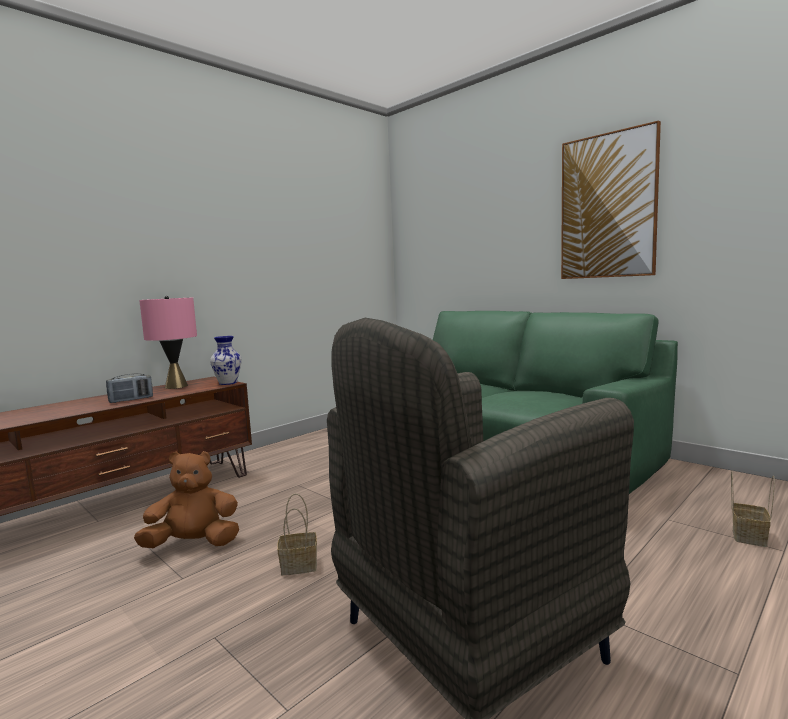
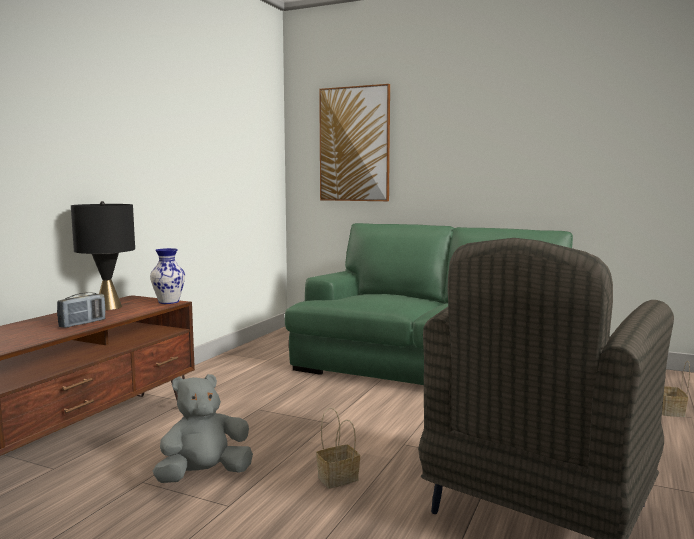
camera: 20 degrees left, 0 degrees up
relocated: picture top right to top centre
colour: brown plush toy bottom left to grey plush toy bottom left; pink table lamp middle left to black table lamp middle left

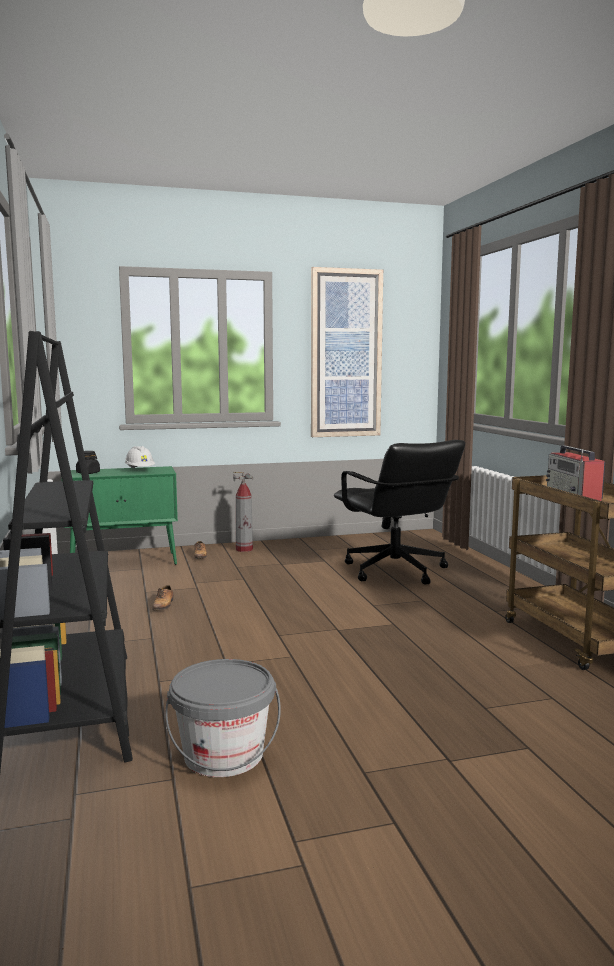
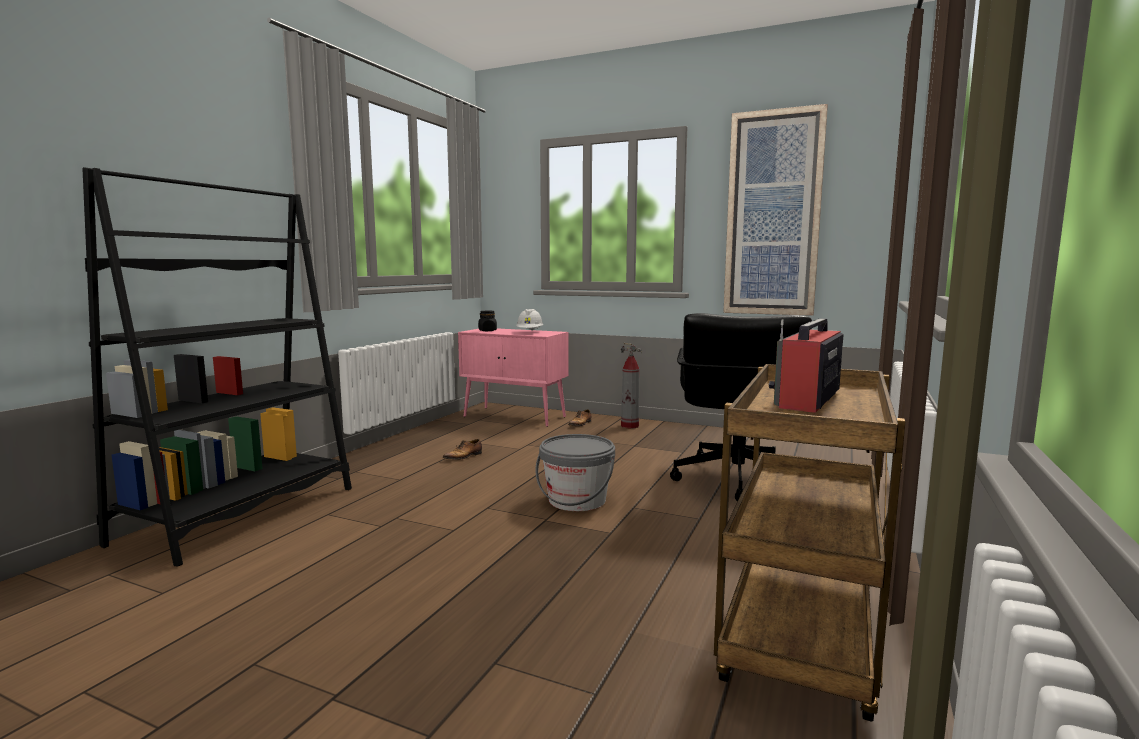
camera: 40 degrees right, 0 degrees up
relocated: grey bucket bottom centre to centre
colour: green cabinet middle left to pink cabinet centre

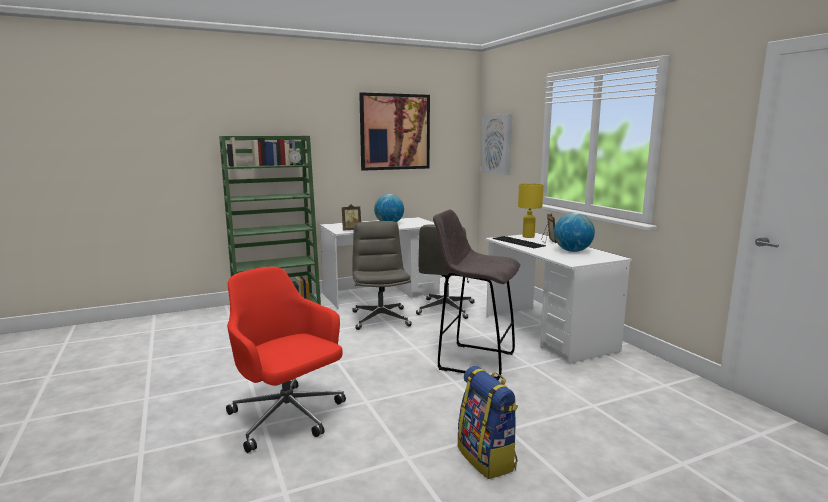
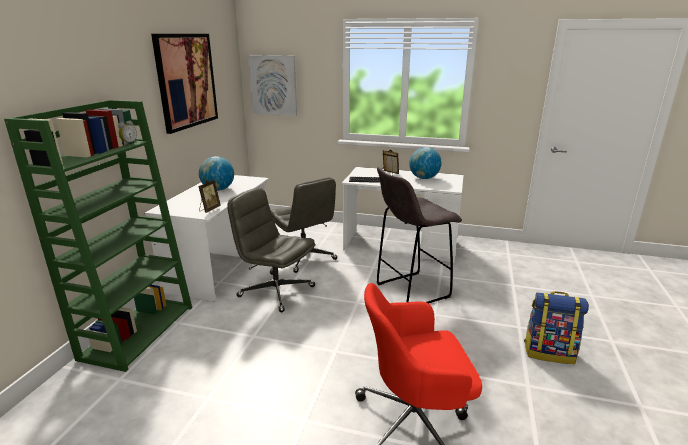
camera: 50 degrees left, 10 degrees up
missing: yellow table lamp centre

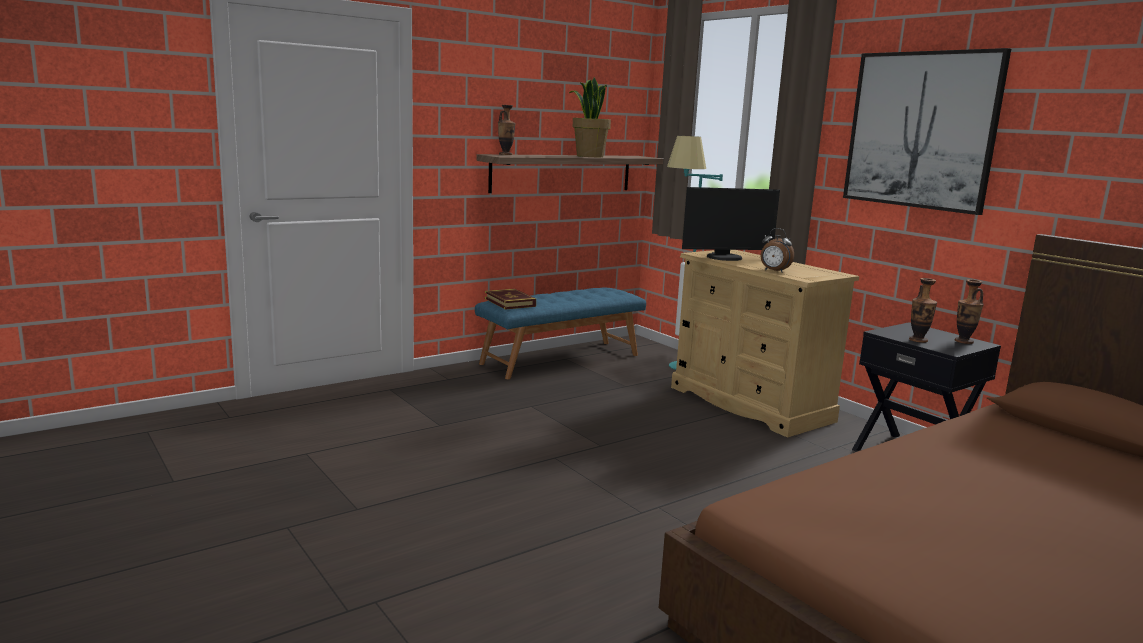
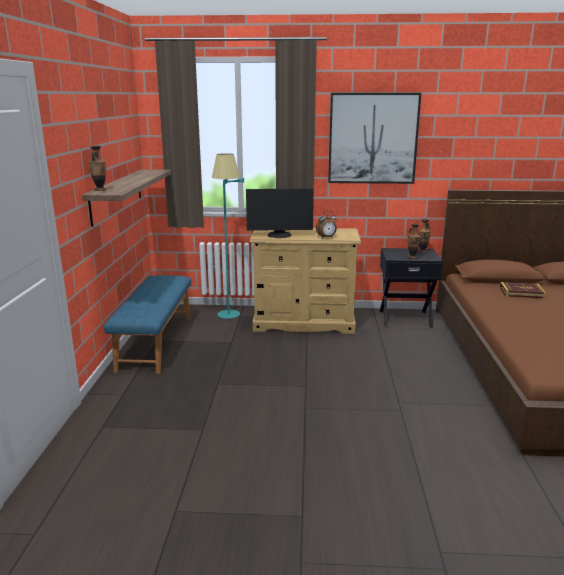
camera: 50 degrees left, 5 degrees up
missing: potted plant top centre
relocated: book centre to middle right
spun: monitor centre = centre 60 degrees clockwise

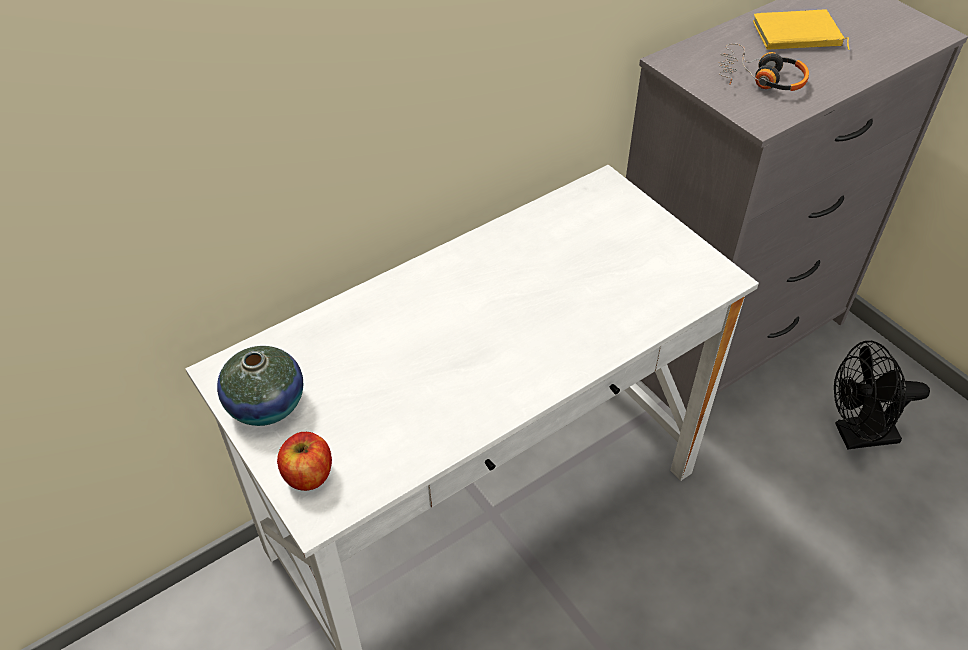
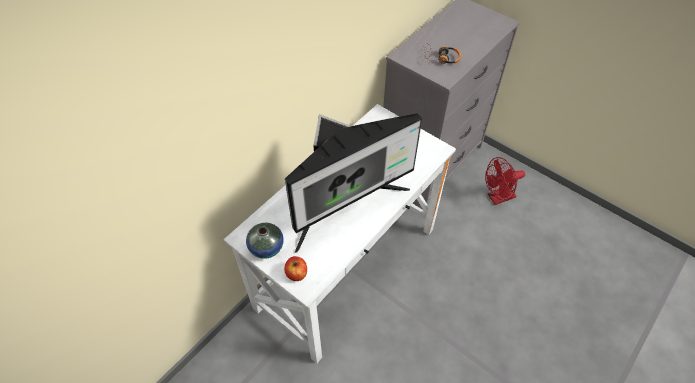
camera: 15 degrees left, 5 degrees up
missing: yellow book top right
appeared: monitor centre
colour: black fan middle right to red fan middle right

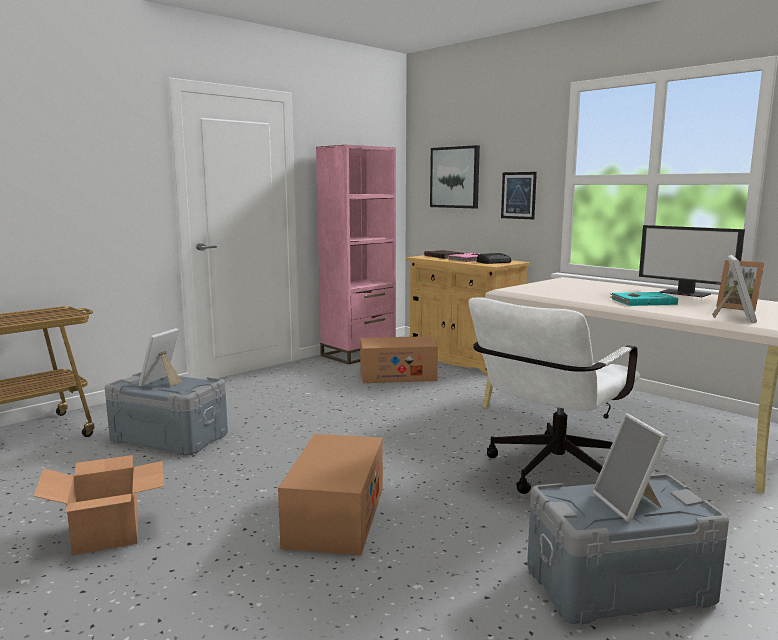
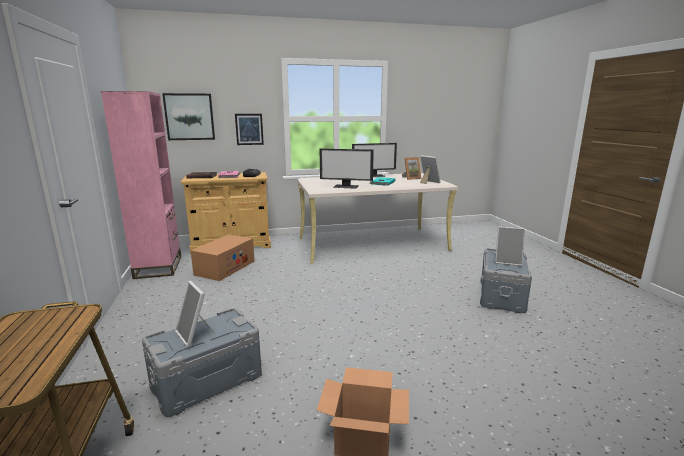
camera: 60 degrees left, 5 degrees up
missing: cardboard box (no. 2 from left) bottom centre; white office chair middle right
appeared: monitor (no. 1 from left) centre

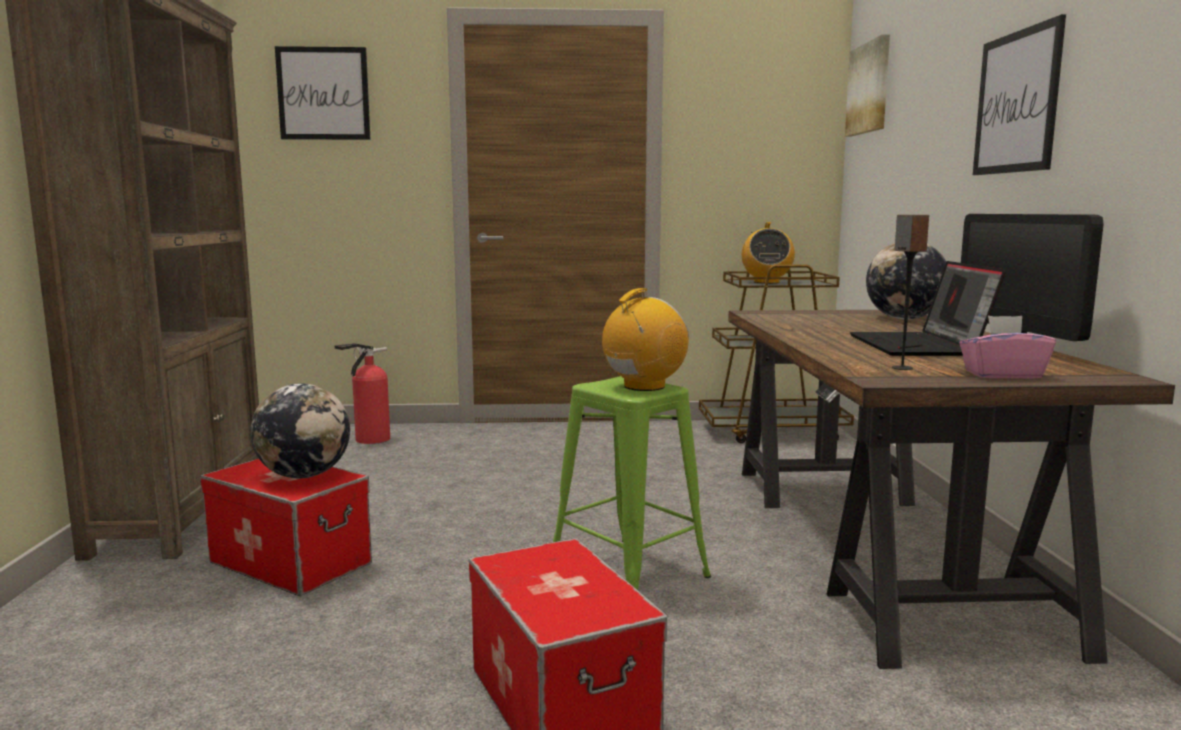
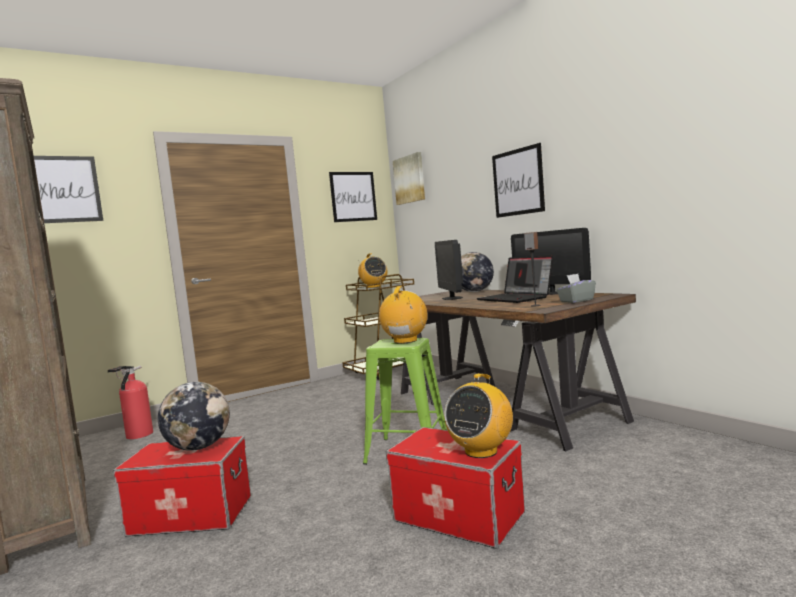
camera: 30 degrees left, 5 degrees down
appeared: picture (no. 2 from left) top centre; monitor (no. 1 from left) centre; radio (no. 3 from left) bottom centre
colour: pink tissue box middle right to grey tissue box middle right

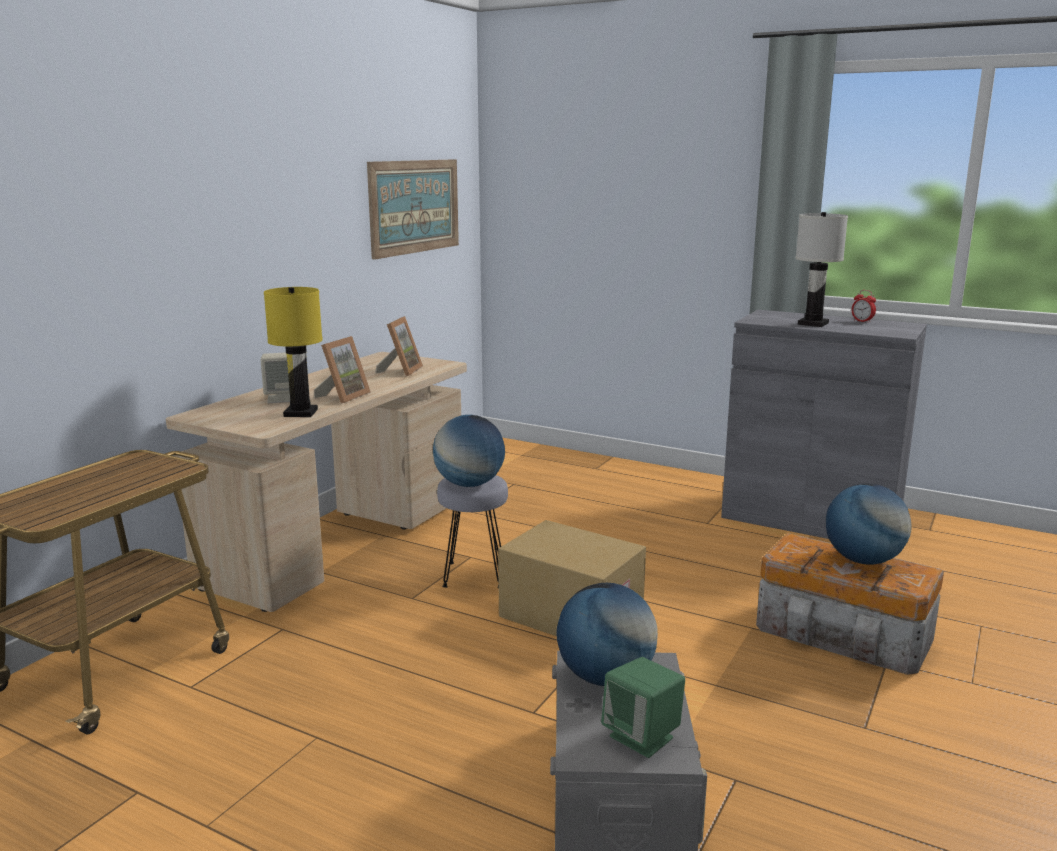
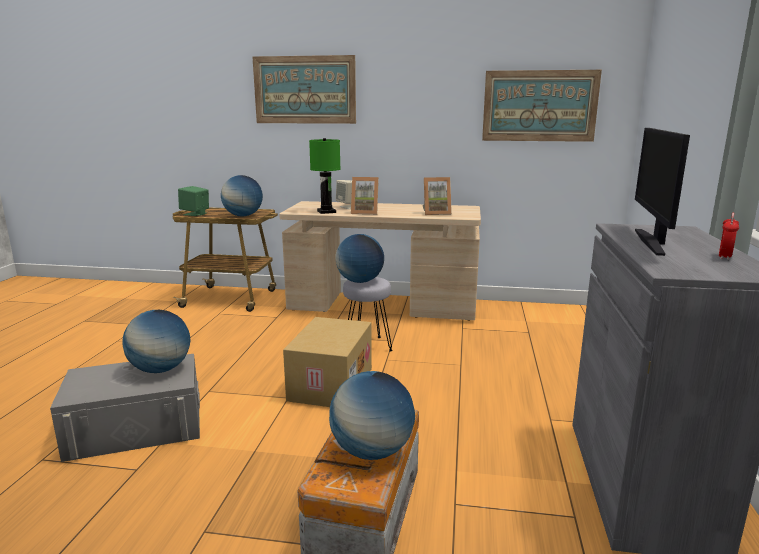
camera: 70 degrees right, 0 degrees up
appeared: globe (no. 2 from left) middle left; picture (no. 1 from left) top centre
relocated: green speaker bottom centre to middle left
exchanged: white table lamp top right to monitor middle right
colour: yellow table lamp middle left to green table lamp top centre

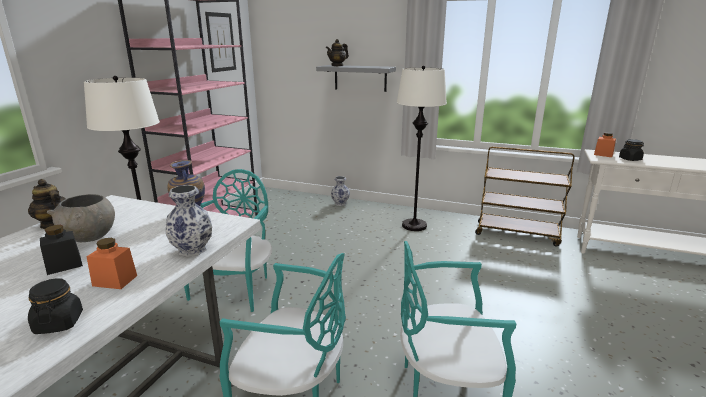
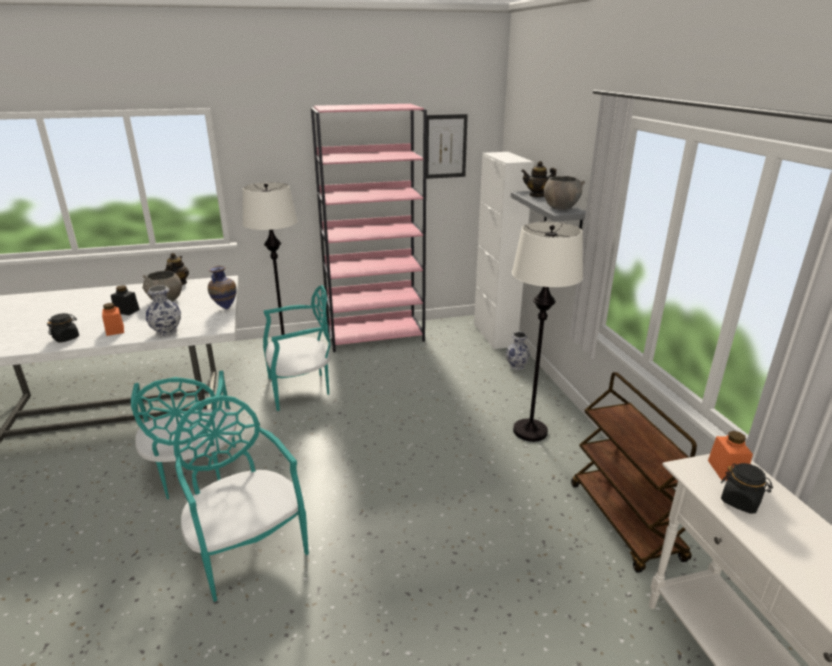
camera: 55 degrees right, 5 degrees up
appeared: white cabinet centre; grey bowl (no. 2 from left) top right

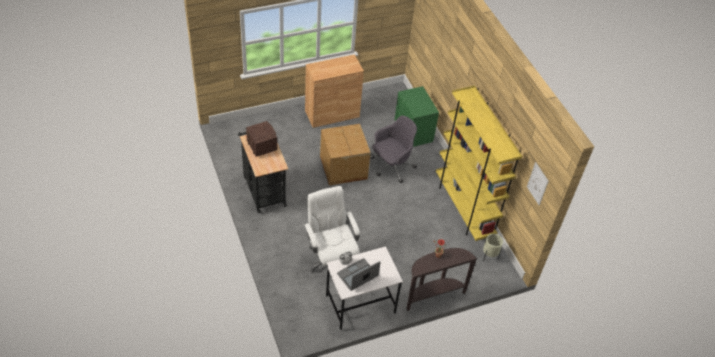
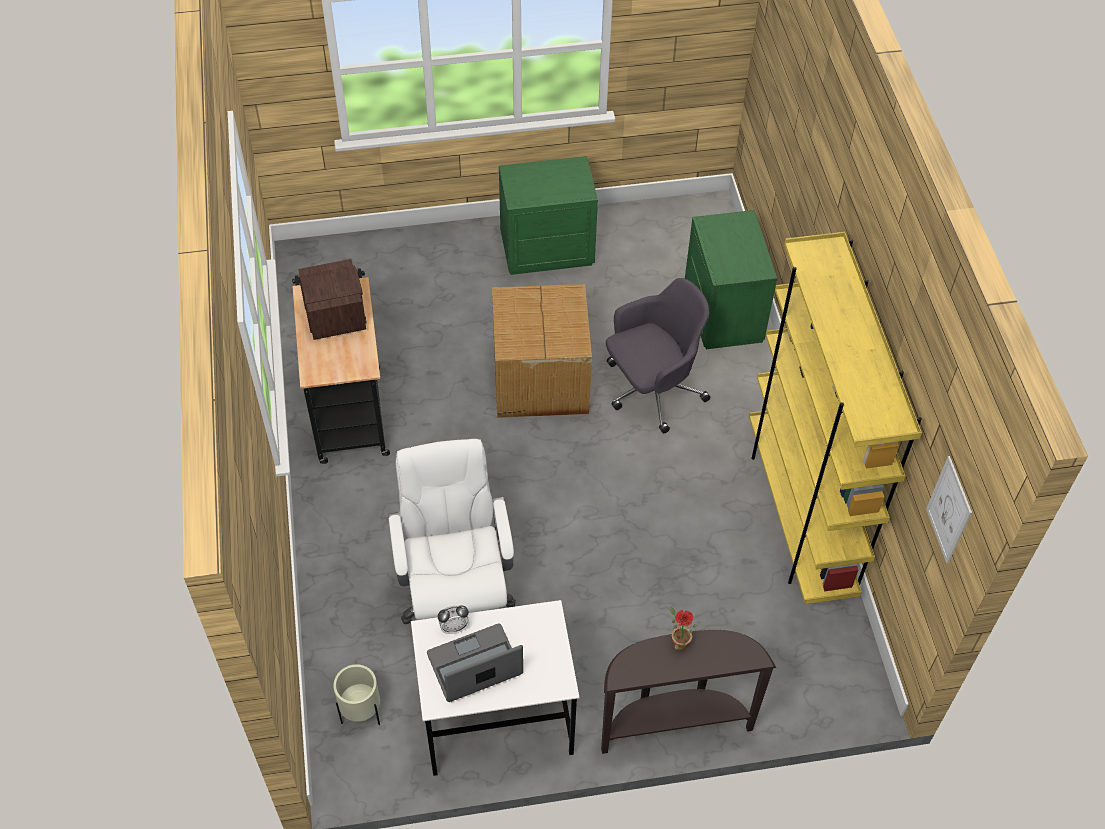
camera: 15 degrees right, 5 degrees up
relocated: beige planter bottom right to bottom left
exchanged: brown cabinet top centre to green nightstand (no. 1 from left) top centre

